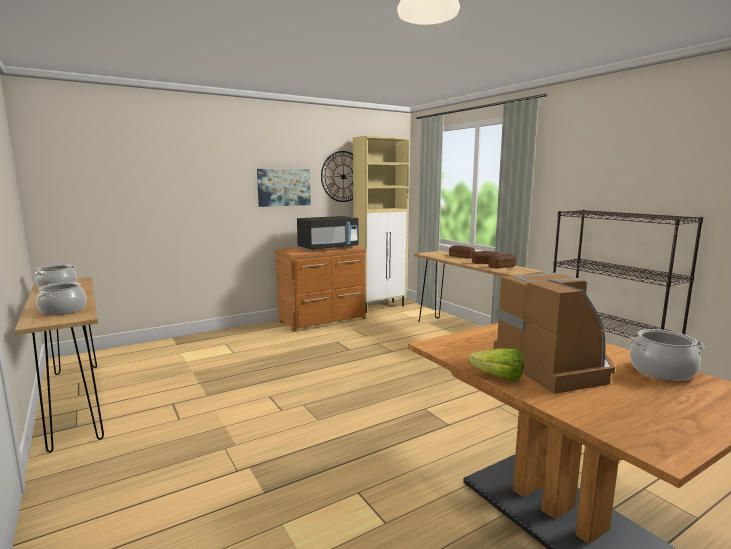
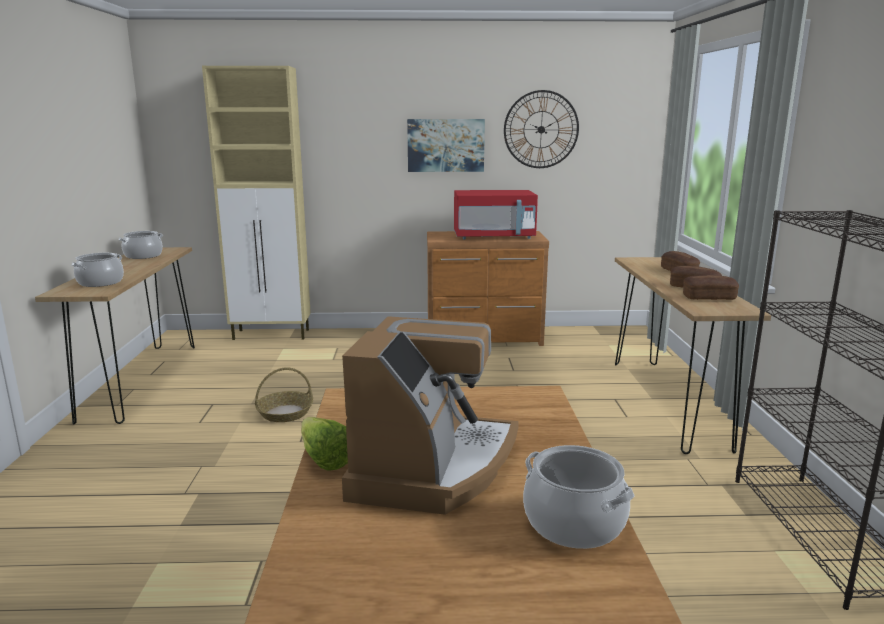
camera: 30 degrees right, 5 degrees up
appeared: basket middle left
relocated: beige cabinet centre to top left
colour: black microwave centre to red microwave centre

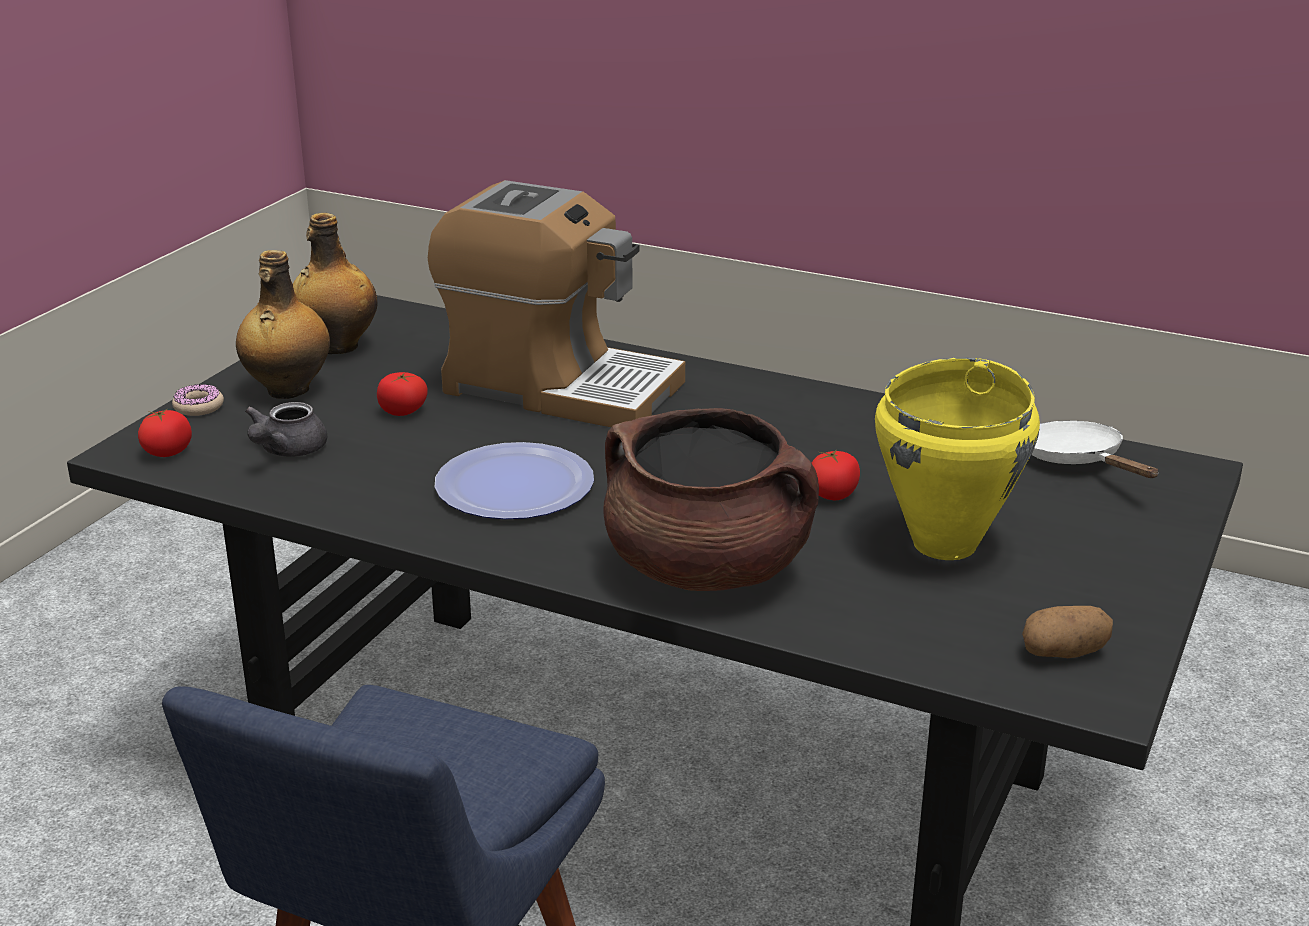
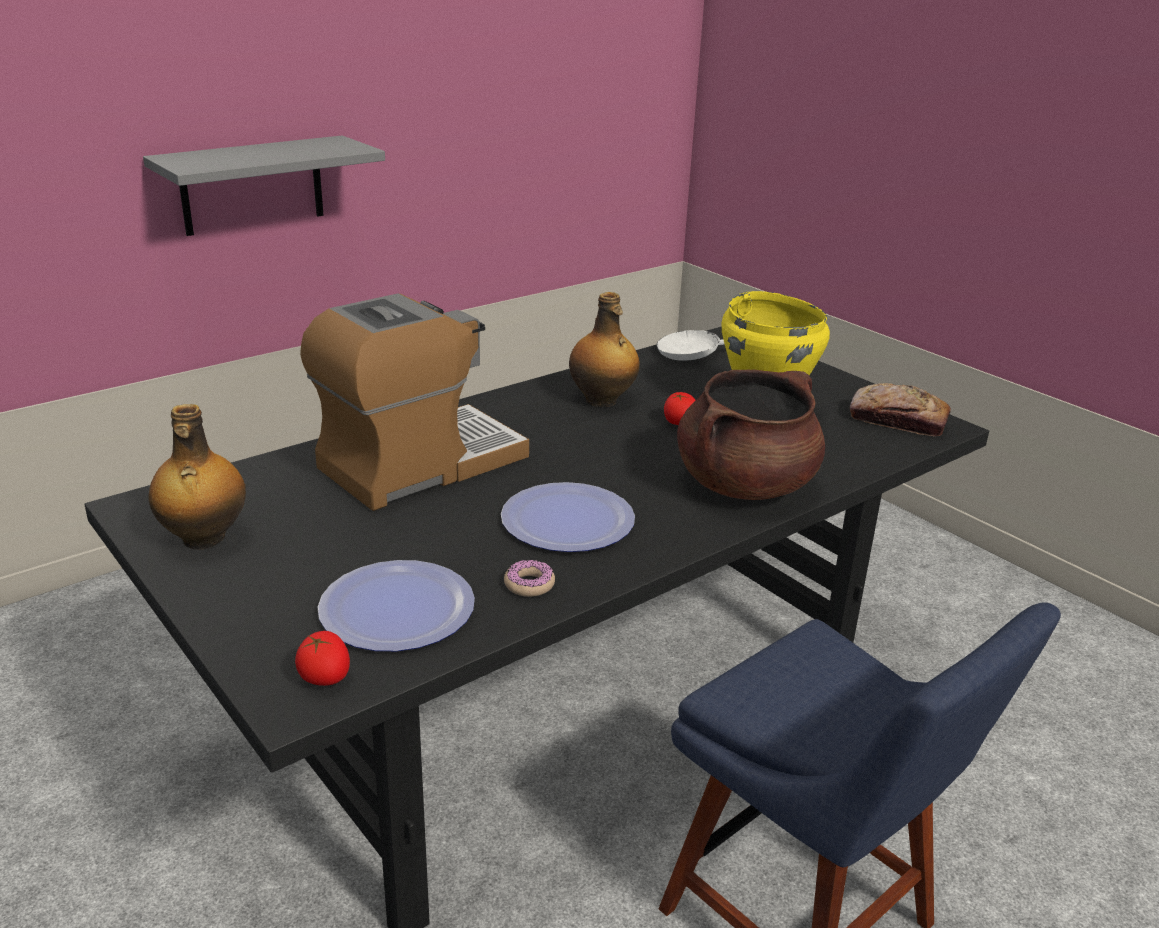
camera: 65 degrees left, 0 degrees up
missing: tomato (no. 2 from left) middle left
appeared: grey shelf top left
relocated: donut middle left to centre; bottle (no. 1 from left in the first image) middle left to bottle (no. 2 from left) centre
exchanged: grey teapot middle left to plate (no. 1 from left) centre; potato bottom right to bread middle right

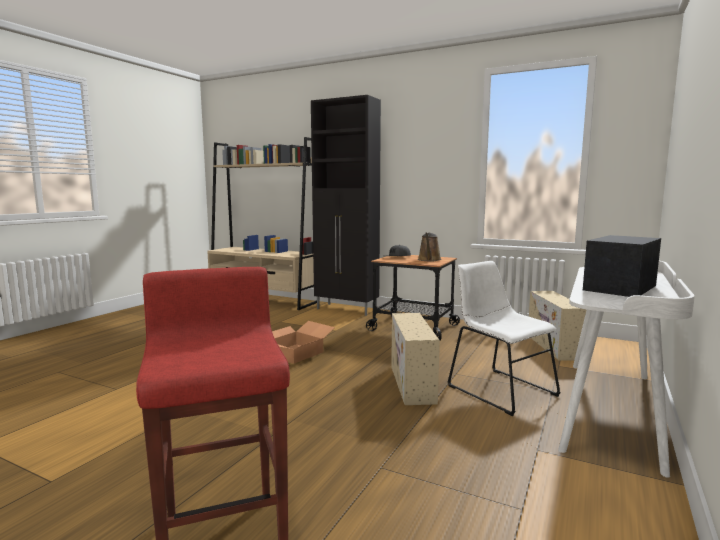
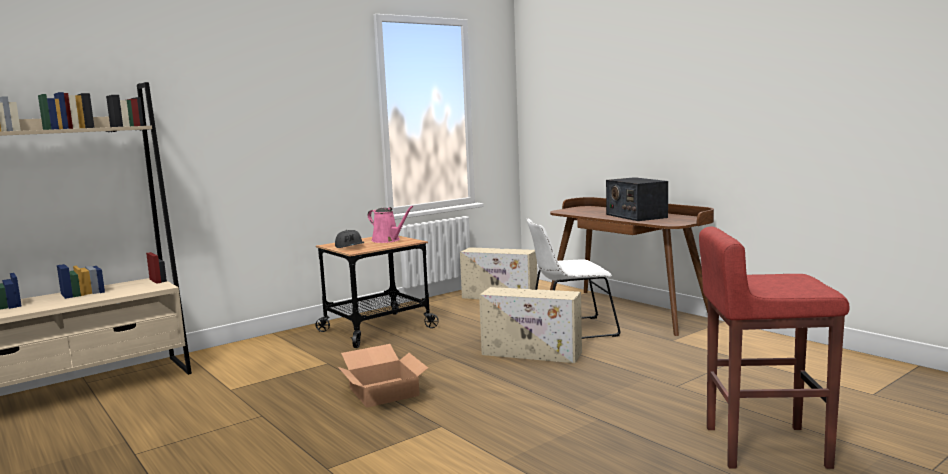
camera: 65 degrees left, 0 degrees up
missing: black cabinet centre
colour: brown watering can centre to pink watering can centre; white desk bottom right to brown desk middle right

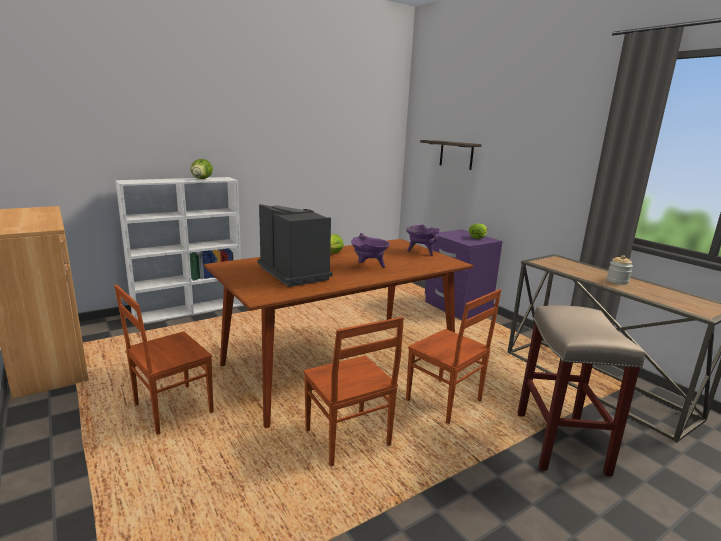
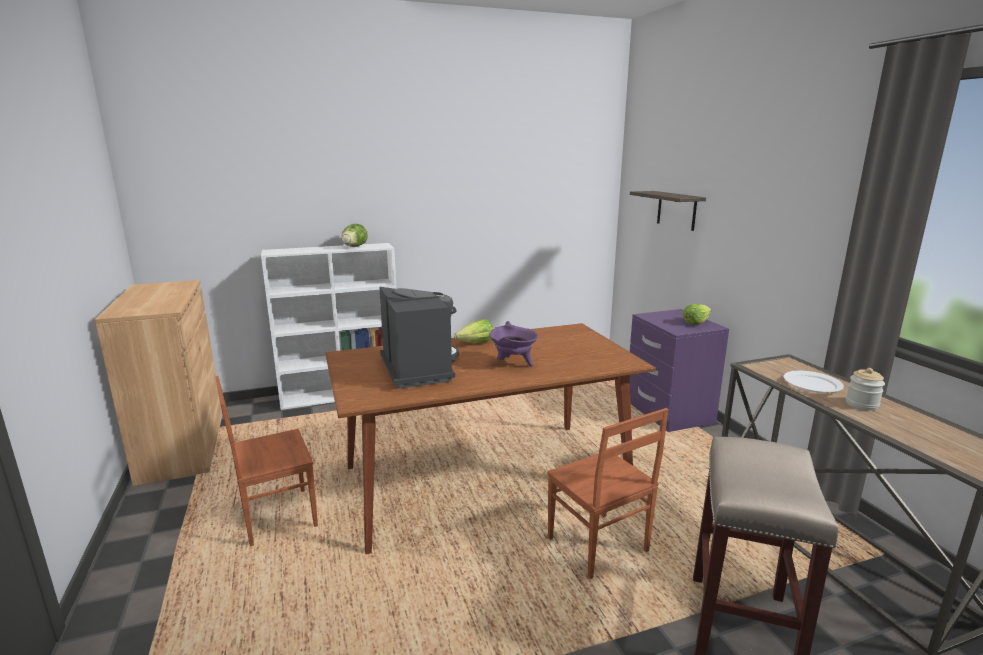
camera: 15 degrees right, 0 degrees up
missing: brown chair (no. 2 from left) bottom centre; purple cooking pot (no. 2 from left) centre
appeared: white plate middle right

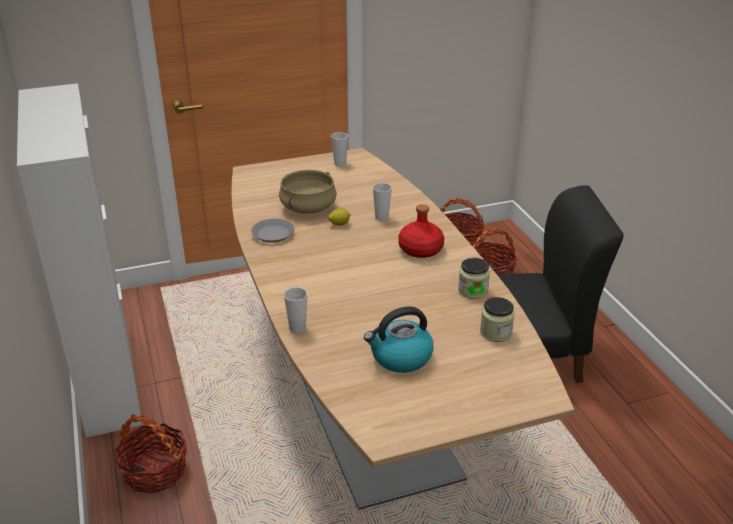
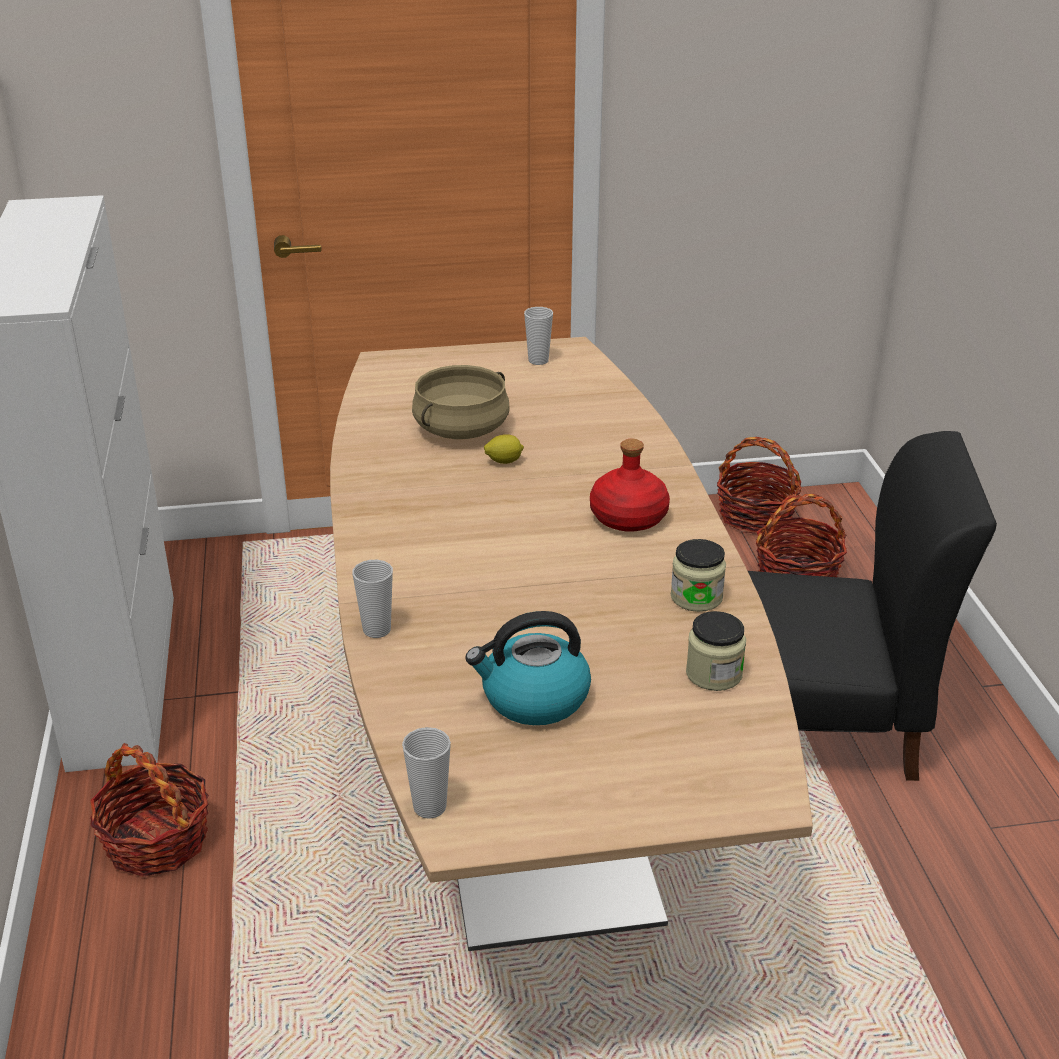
camera: 10 degrees right, 0 degrees up
missing: grey plate centre
relocated: cup (no. 3 from left in the first image) centre to cup (no. 2 from left) bottom centre

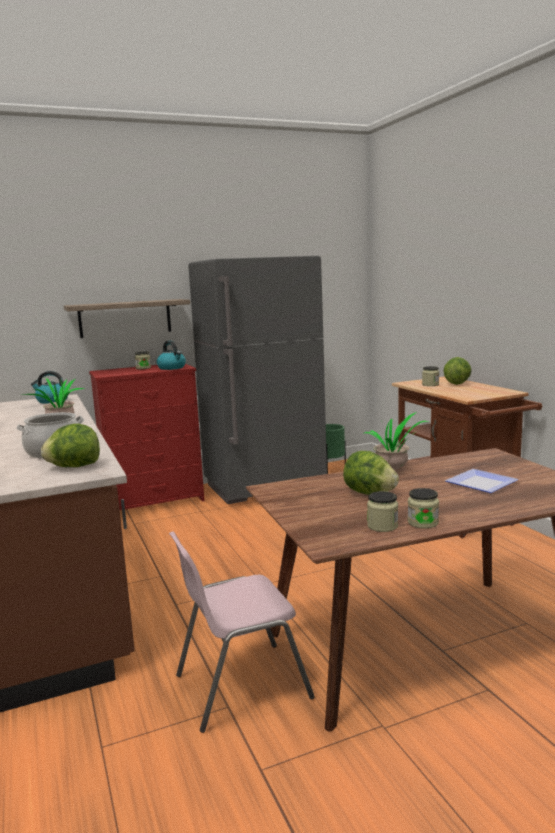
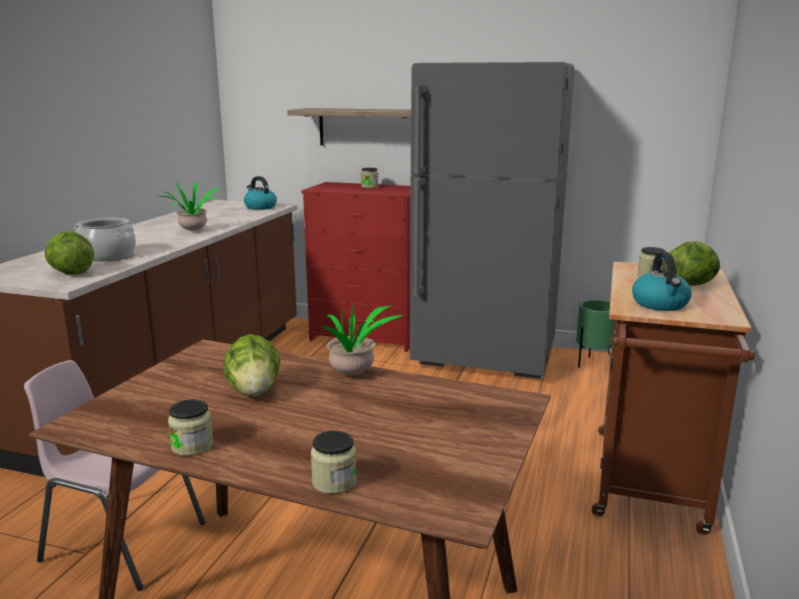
camera: 40 degrees right, 5 degrees up
missing: plate middle right
relocated: kettle (no. 2 from left) middle left to middle right; jar (no. 2 from left) middle right to bottom centre

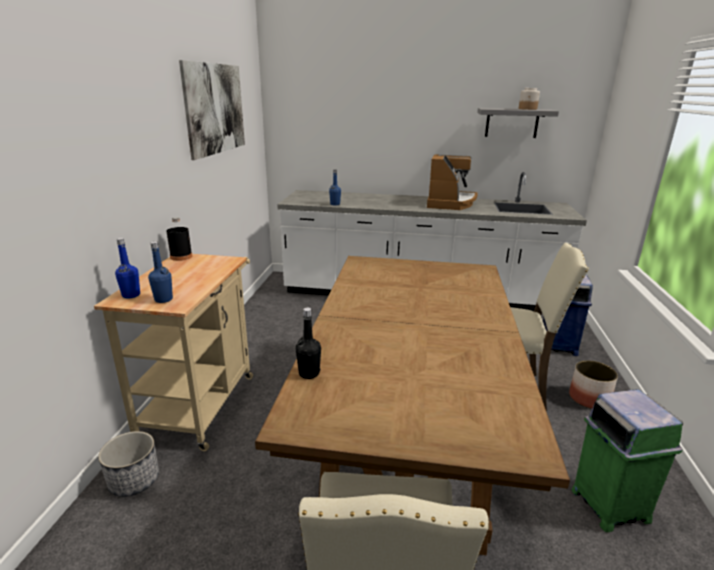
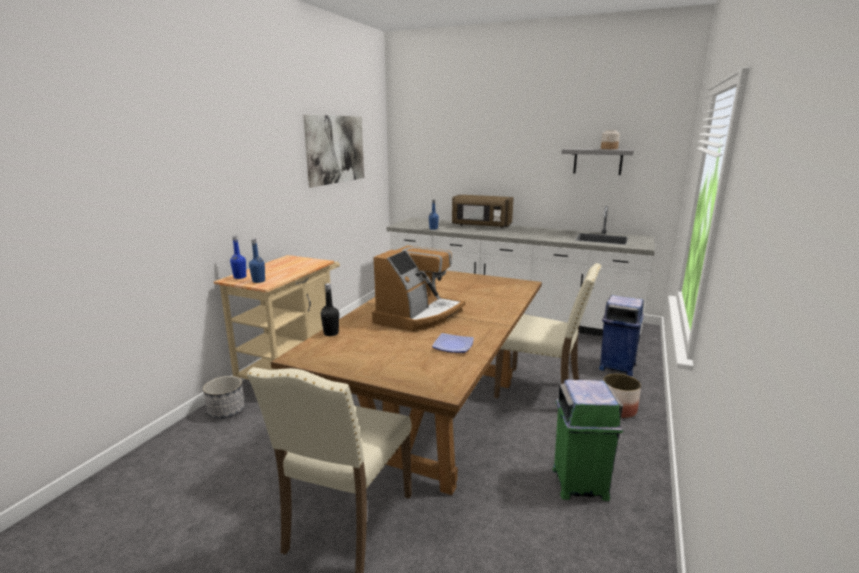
camera: 15 degrees right, 5 degrees down
missing: black bottle (no. 1 from left) middle left
appeared: plate centre; brown microwave centre
relocated: coffee machine top centre to centre

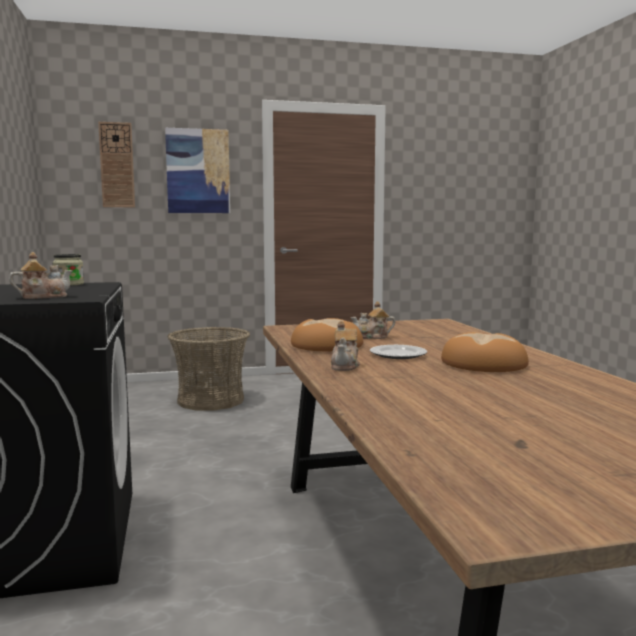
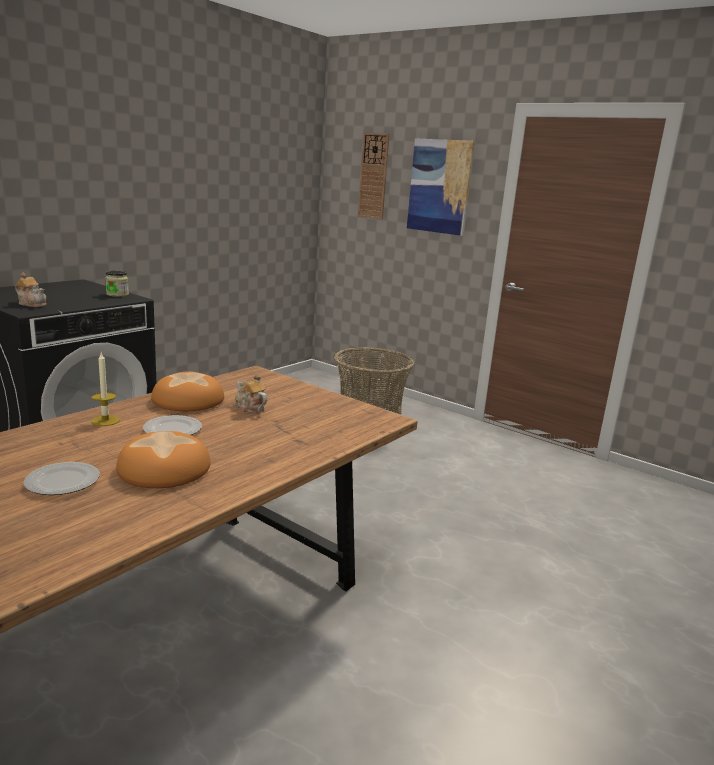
camera: 50 degrees right, 10 degrees up
appeared: plate (no. 1 from left) middle left
exchanged: teapot (no. 2 from left) centre to candle middle left

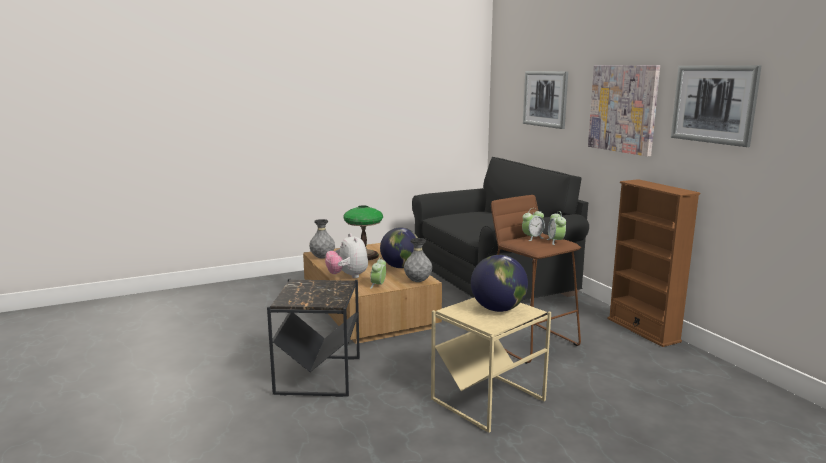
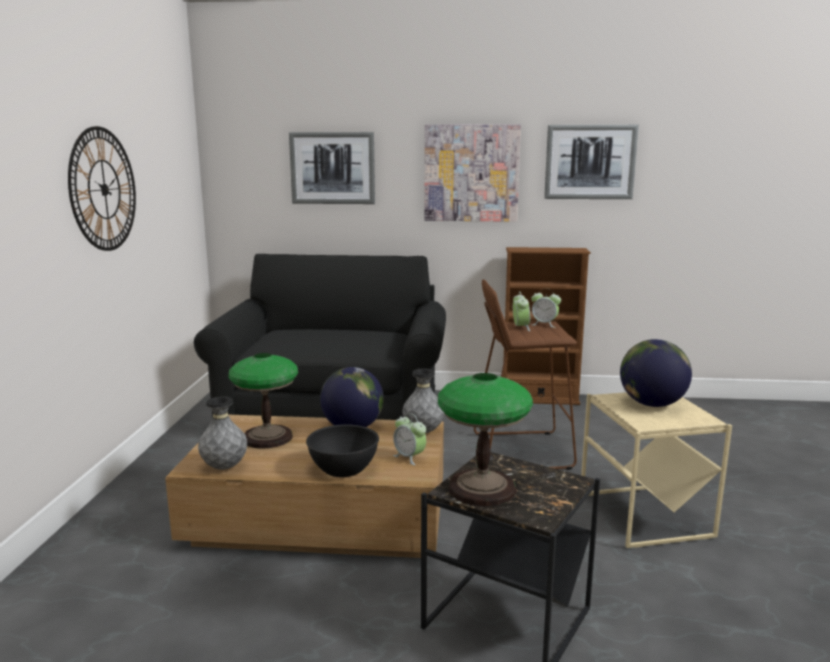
camera: 60 degrees left, 0 degrees up
appeared: wall clock top left; table lamp (no. 2 from left) centre
exchanged: plush toy centre to black bowl bottom centre

